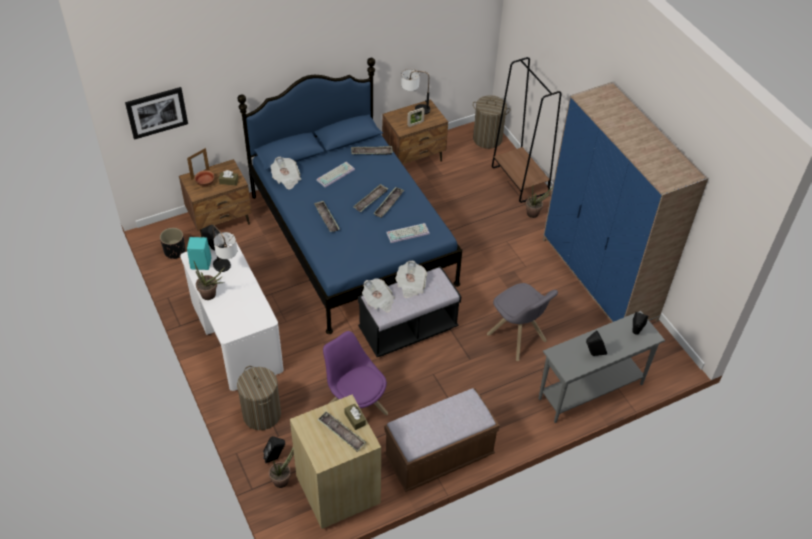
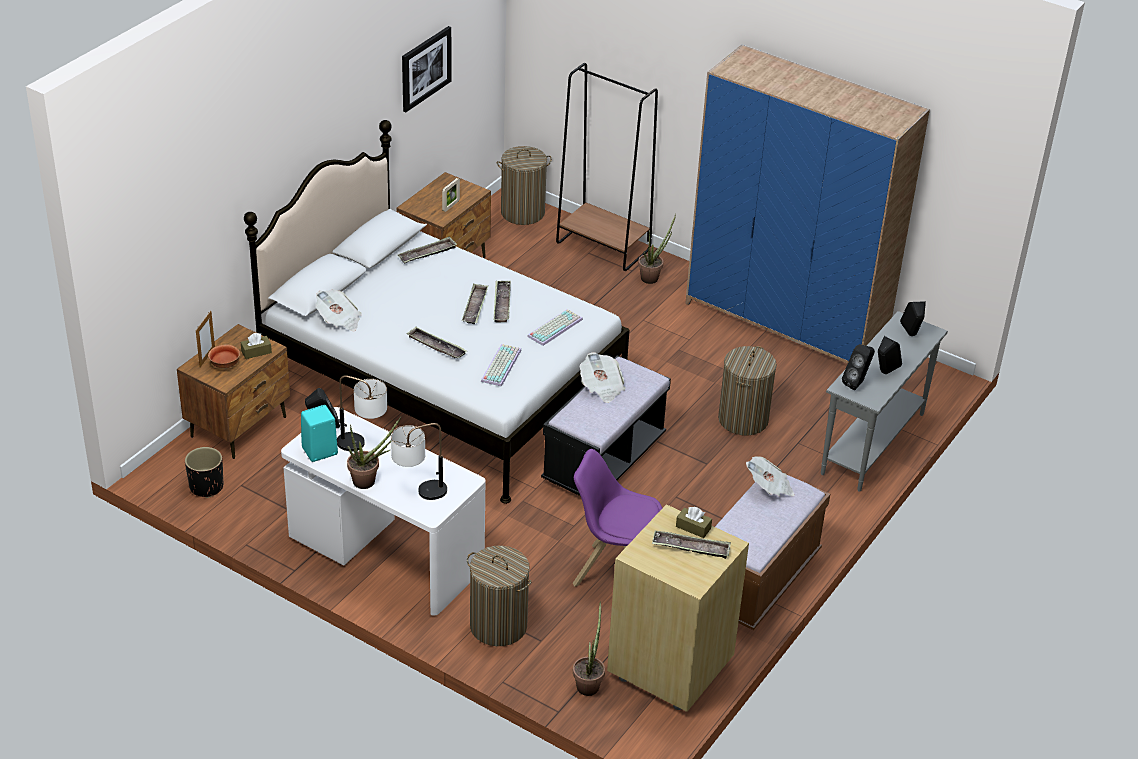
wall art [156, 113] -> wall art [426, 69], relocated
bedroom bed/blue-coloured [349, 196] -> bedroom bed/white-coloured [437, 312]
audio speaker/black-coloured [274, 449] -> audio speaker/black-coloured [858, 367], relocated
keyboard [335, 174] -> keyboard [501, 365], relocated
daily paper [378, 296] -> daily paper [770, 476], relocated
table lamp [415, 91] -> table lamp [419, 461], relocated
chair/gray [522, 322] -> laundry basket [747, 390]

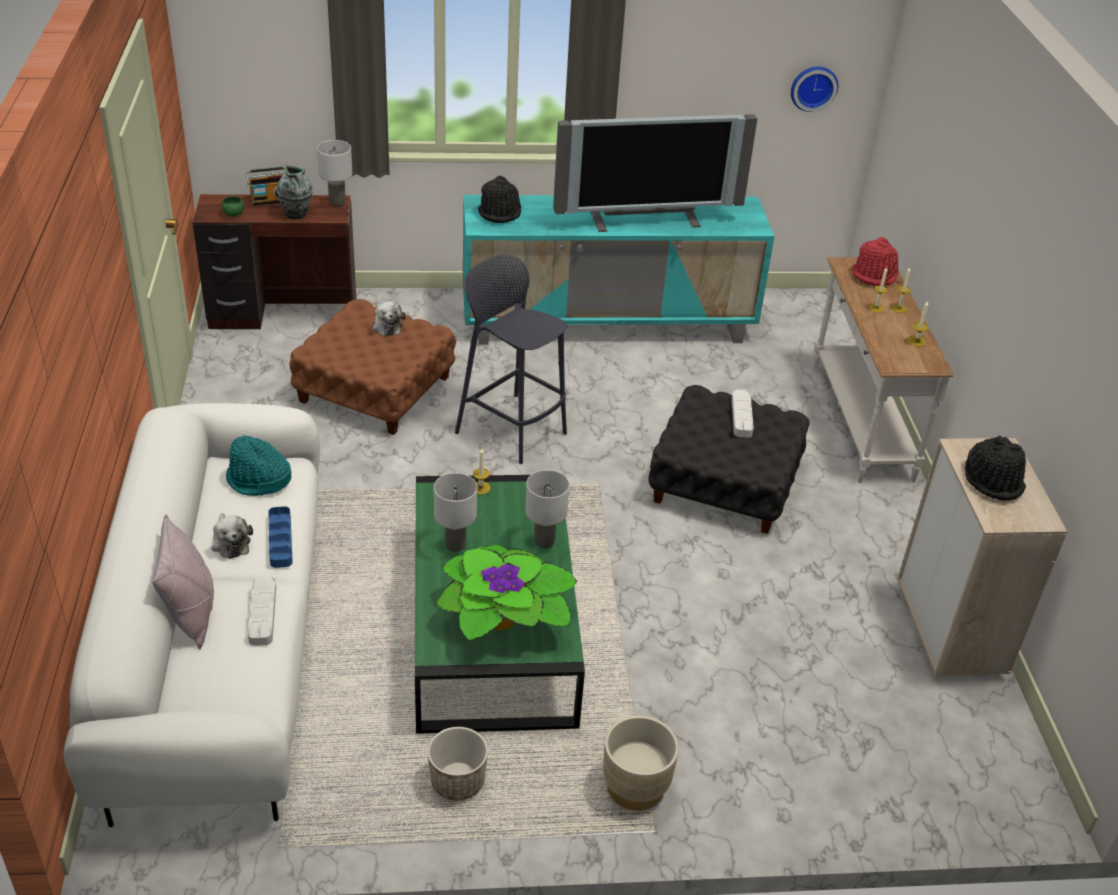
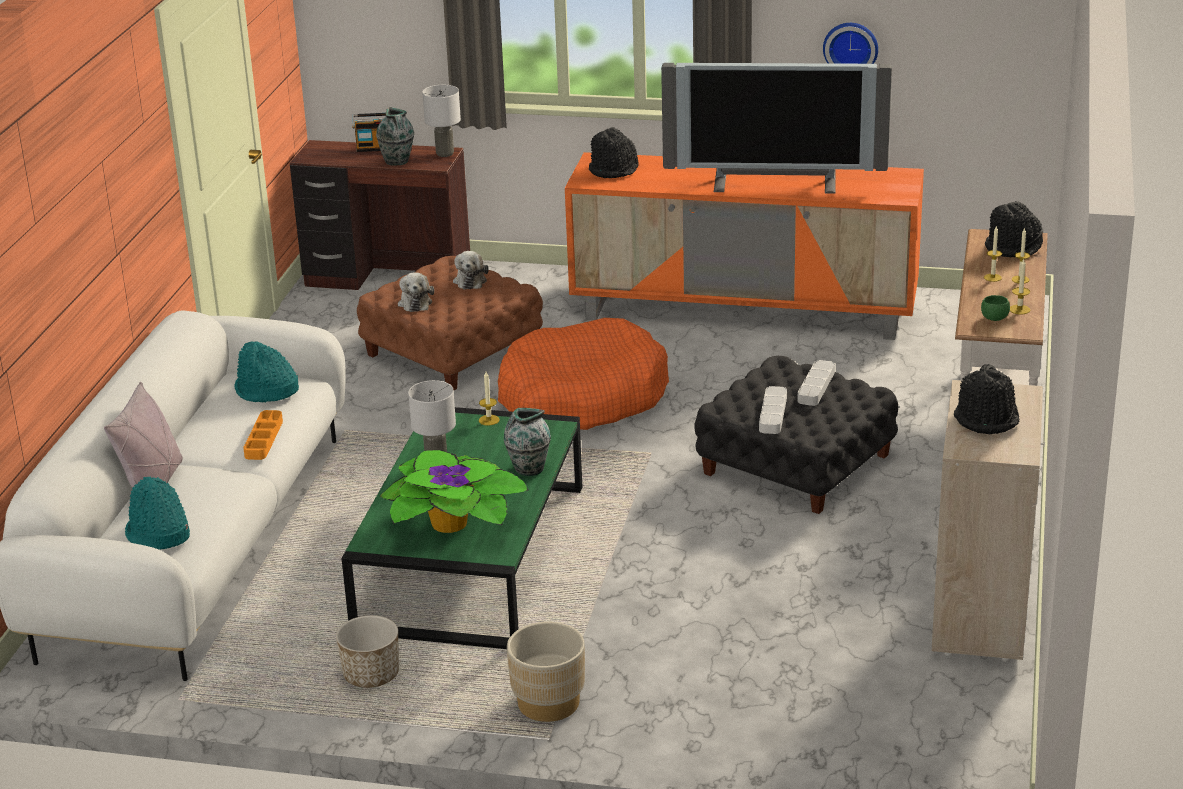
plush toy [232, 536] -> plush toy [416, 292], relocated
deep dish/green-coloured [233, 206] -> deep dish/green-coloured [995, 308], relocated
carrying tray/gray [262, 611] -> carrying tray/gray [773, 410], relocated
carrying tray/blue-coloured [280, 537] -> carrying tray/orangey [263, 435]
stool seat/gray [511, 359] -> dog cushion/orangey [583, 374]
media console/turquoise-coloured [619, 270] -> media console/orangey [744, 246]
table lamp/white-coloured [547, 509] -> flower vase [527, 442]
hanging clock [814, 89] -> hanging clock [850, 43], relocated
clothing hat/red [875, 261] -> clothing hat/black-coloured [1014, 229]
none -> clothing hat/turquoise-coloured [157, 513]

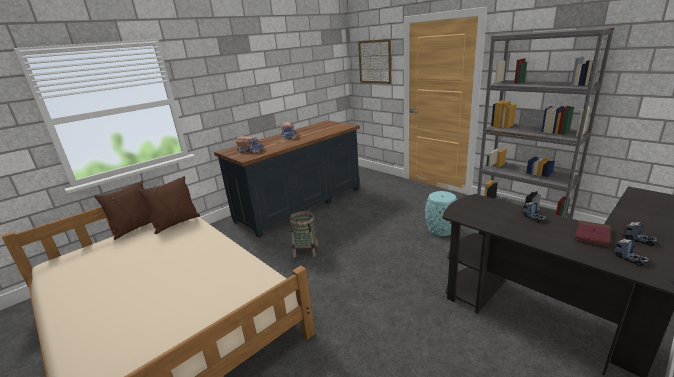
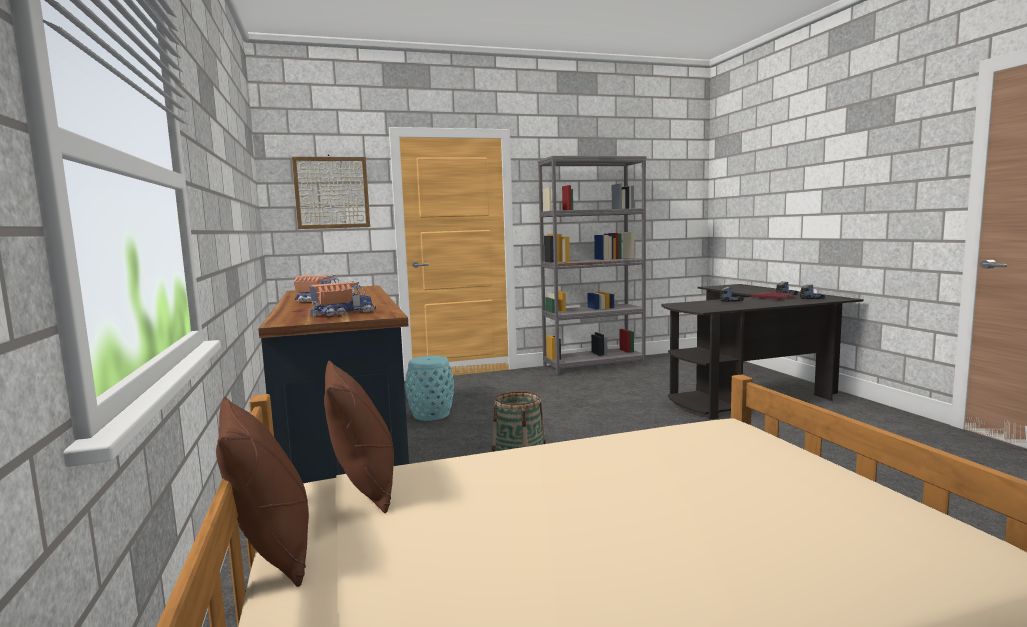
stool seat/turquoise-coloured [441, 213] -> stool seat/turquoise-coloured [429, 388], relocated

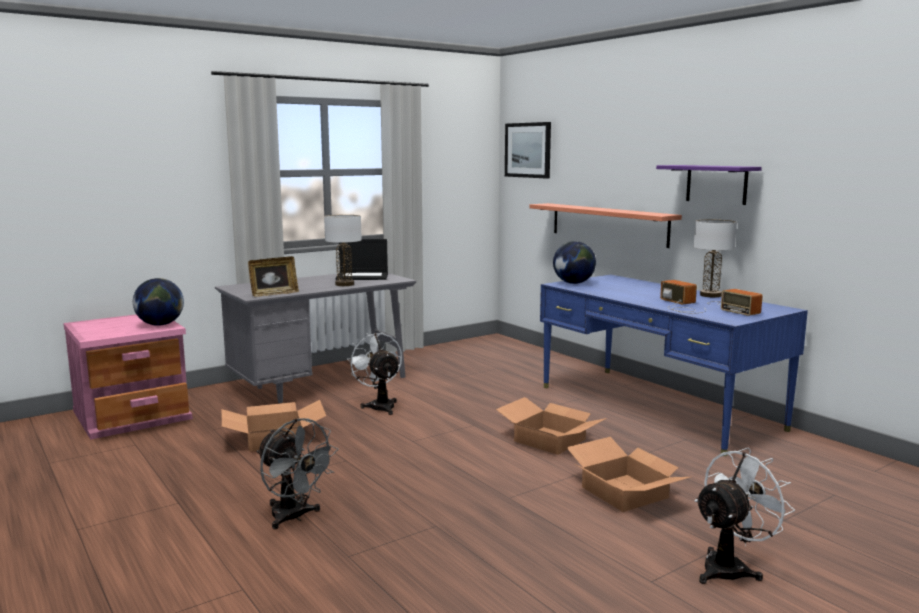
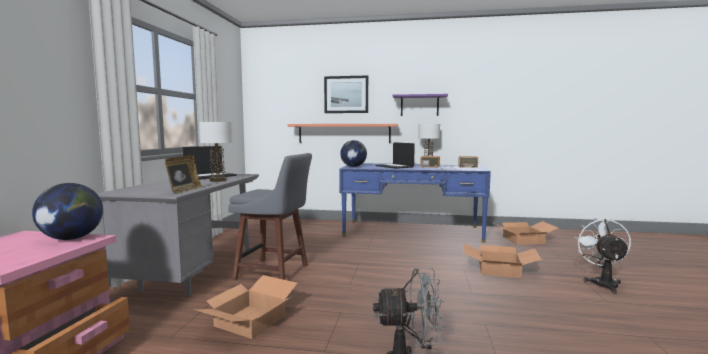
electric fan/white-coloured [374, 373] -> stool seat/gray [270, 216]
carton [551, 426] -> carton [526, 233], relocated
wall art [528, 150] -> wall art [346, 94], relocated
none -> laptop [395, 155]

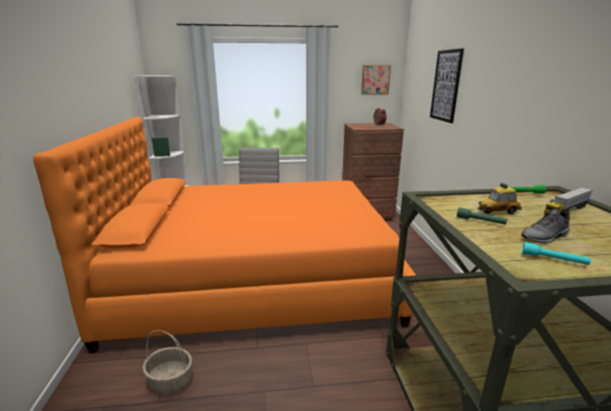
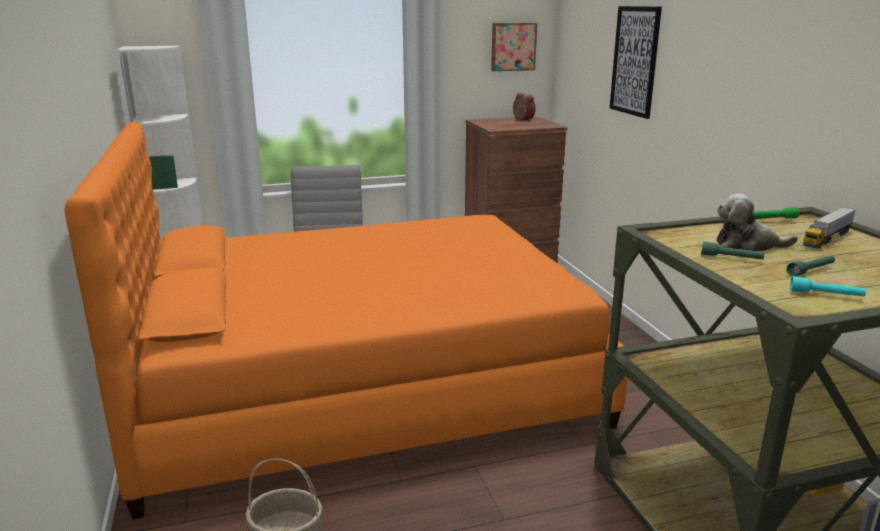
miniature car [500, 198] -> plush toy [757, 222]
item of footwear/gray [545, 226] -> torch/green-coloured [811, 266]

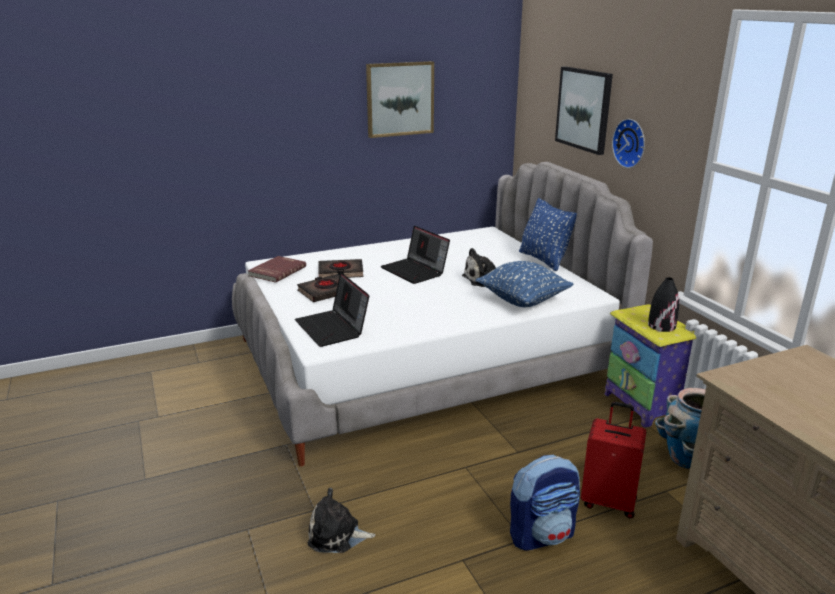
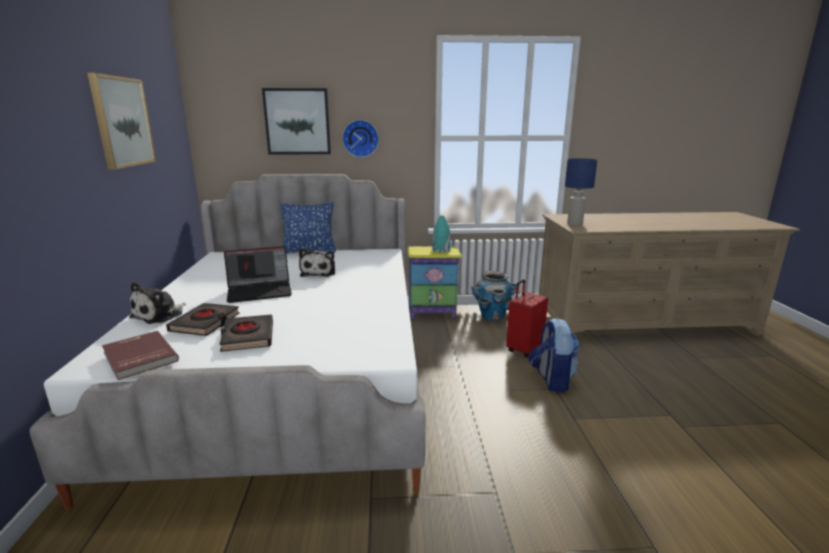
laptop [332, 309] -> none
plush toy [342, 520] -> plush toy [157, 303], relocated
pillow/blue-coloured [524, 284] -> none
flower vase/black-coloured [663, 304] -> flower vase/turquoise-coloured [441, 234]
none -> table lamp/blue-coloured [581, 192]

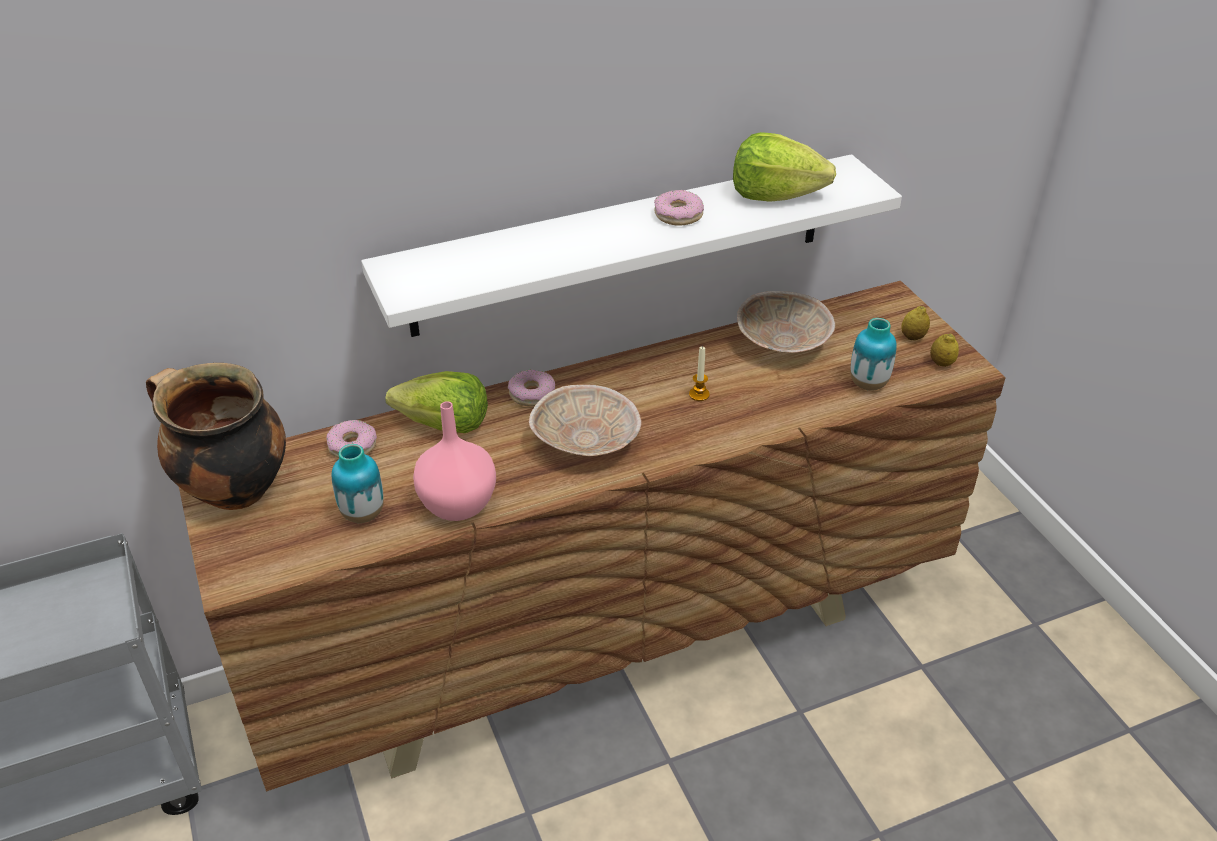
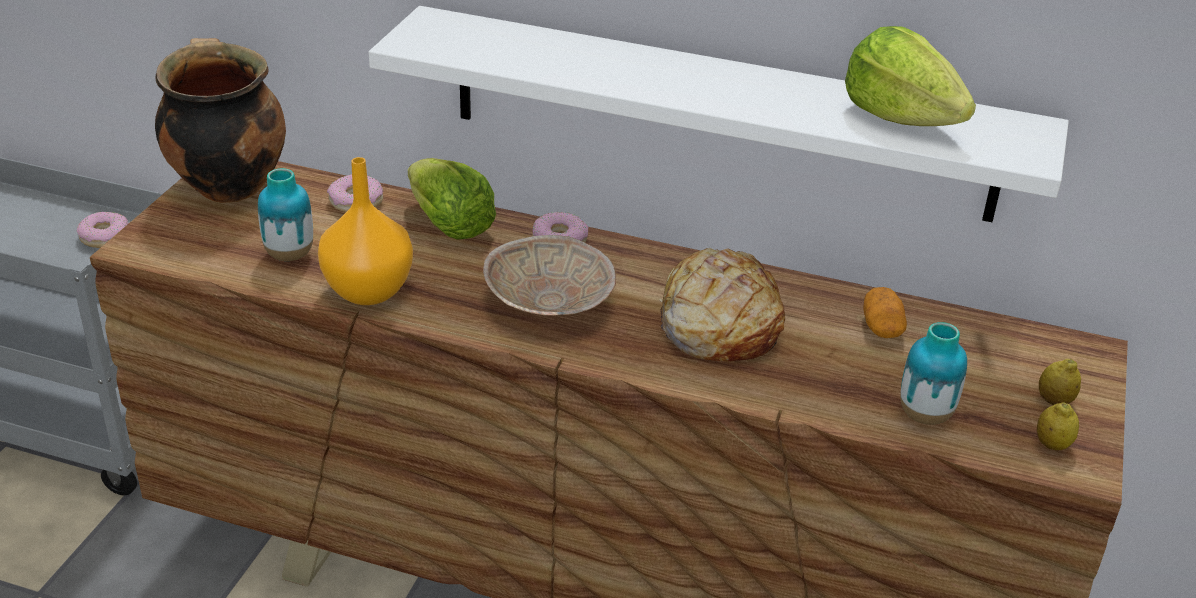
flower vase/pink [454, 461] -> flower vase/orangey [365, 231]
donut [679, 208] -> donut [103, 230], relocated
wax light [699, 373] -> bakery bread [722, 305]
deep dish/beige [786, 322] -> spud [885, 312]

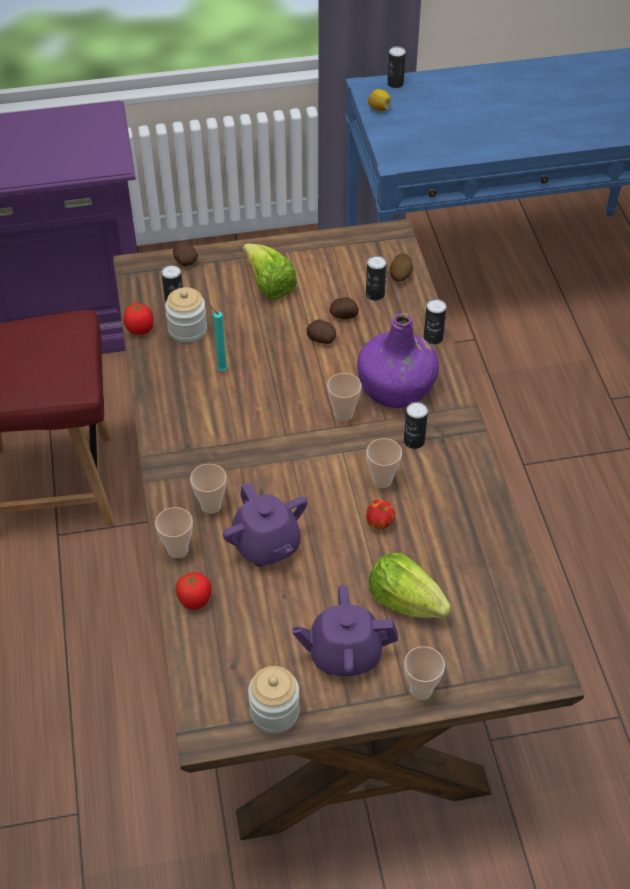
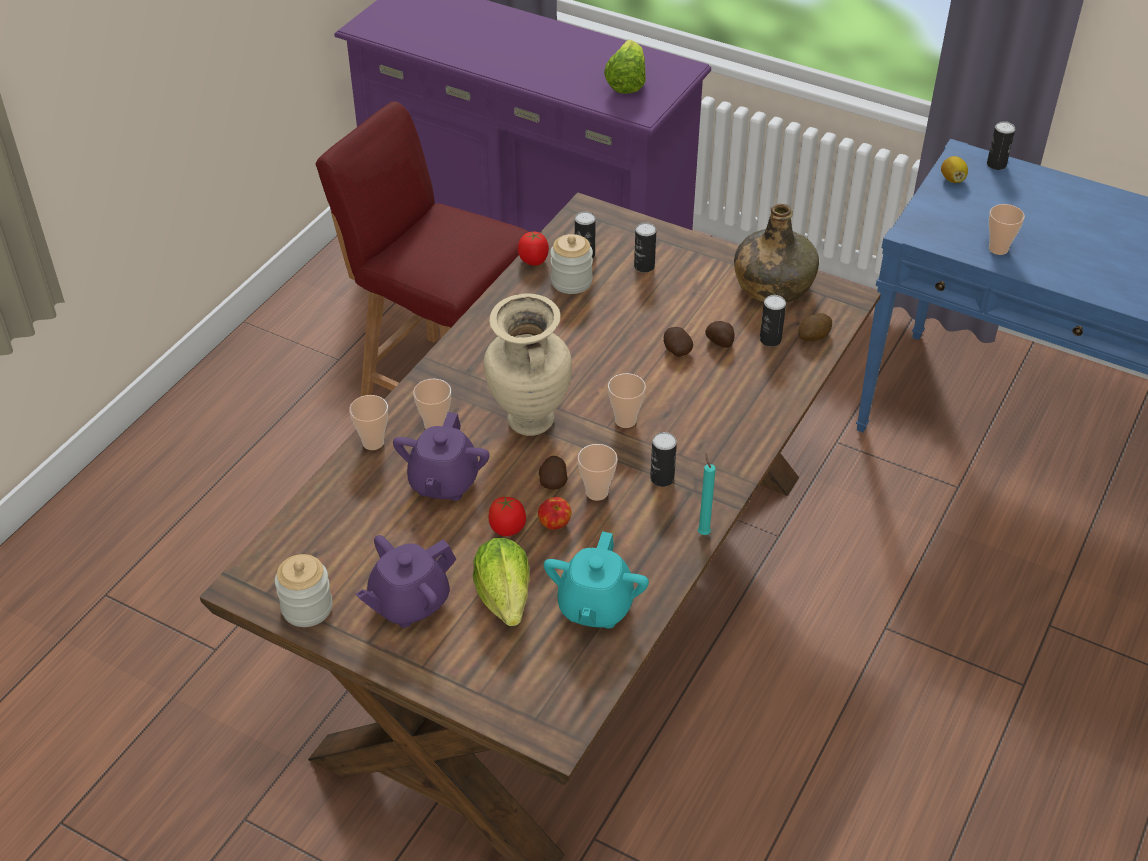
spud [185, 253] -> spud [553, 473], relocated
whole tomato [194, 591] -> whole tomato [507, 516], relocated
wax light/turquoise-coloured [218, 338] -> wax light/turquoise-coloured [707, 493], relocated
lettuce [270, 271] -> lettuce [625, 67], relocated
pot for tea/purple [345, 630] -> pot for tea/purple [406, 581], 75 degrees counterclockwise
beverage bottle/purple [398, 360] -> none
cup [424, 673] -> cup [1007, 229], relocated
metal can [435, 321] -> metal can [645, 248], relocated
none -> flower vase/beige [528, 364]
none -> pot for tea/turquoise-coloured [596, 580]
none -> beverage bottle/green-coloured [776, 253]

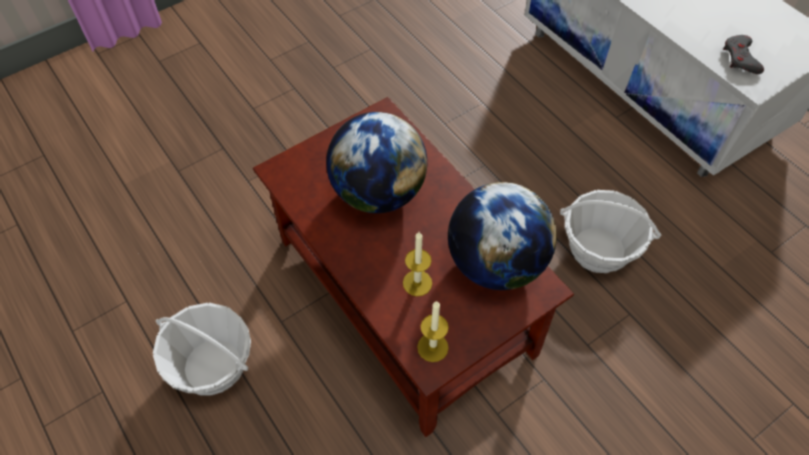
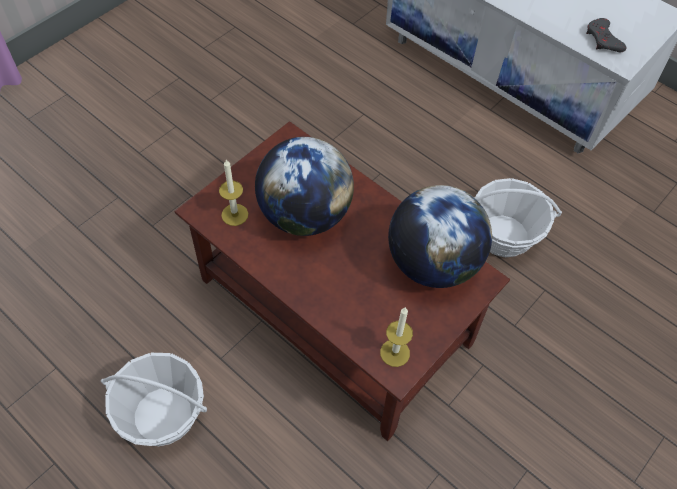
wax light [417, 264] -> wax light [233, 193], relocated

